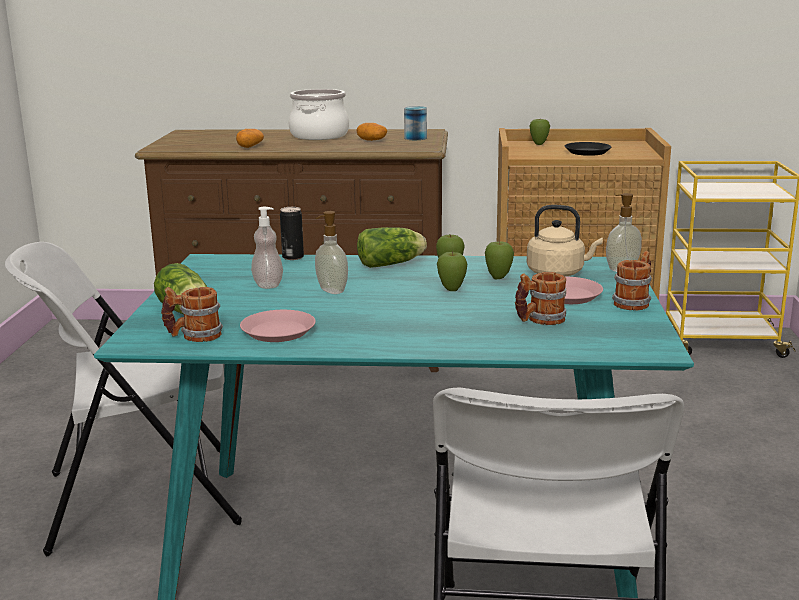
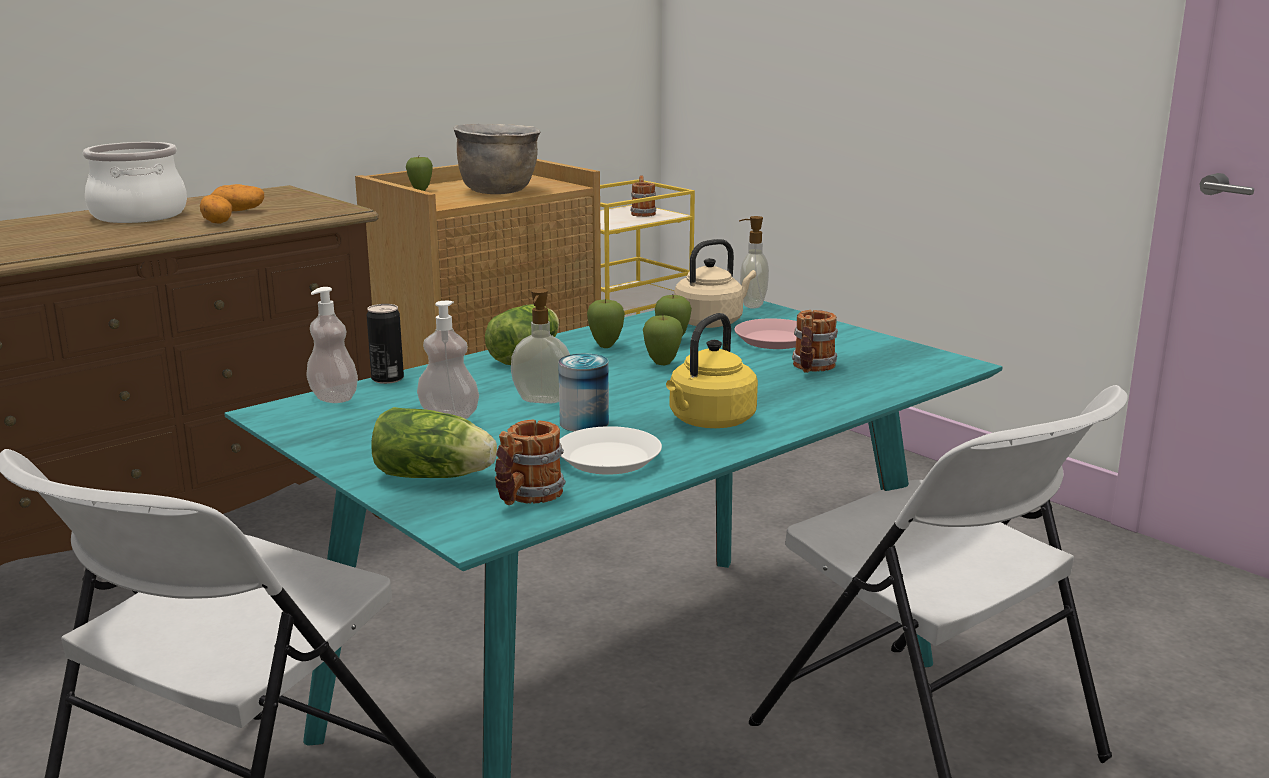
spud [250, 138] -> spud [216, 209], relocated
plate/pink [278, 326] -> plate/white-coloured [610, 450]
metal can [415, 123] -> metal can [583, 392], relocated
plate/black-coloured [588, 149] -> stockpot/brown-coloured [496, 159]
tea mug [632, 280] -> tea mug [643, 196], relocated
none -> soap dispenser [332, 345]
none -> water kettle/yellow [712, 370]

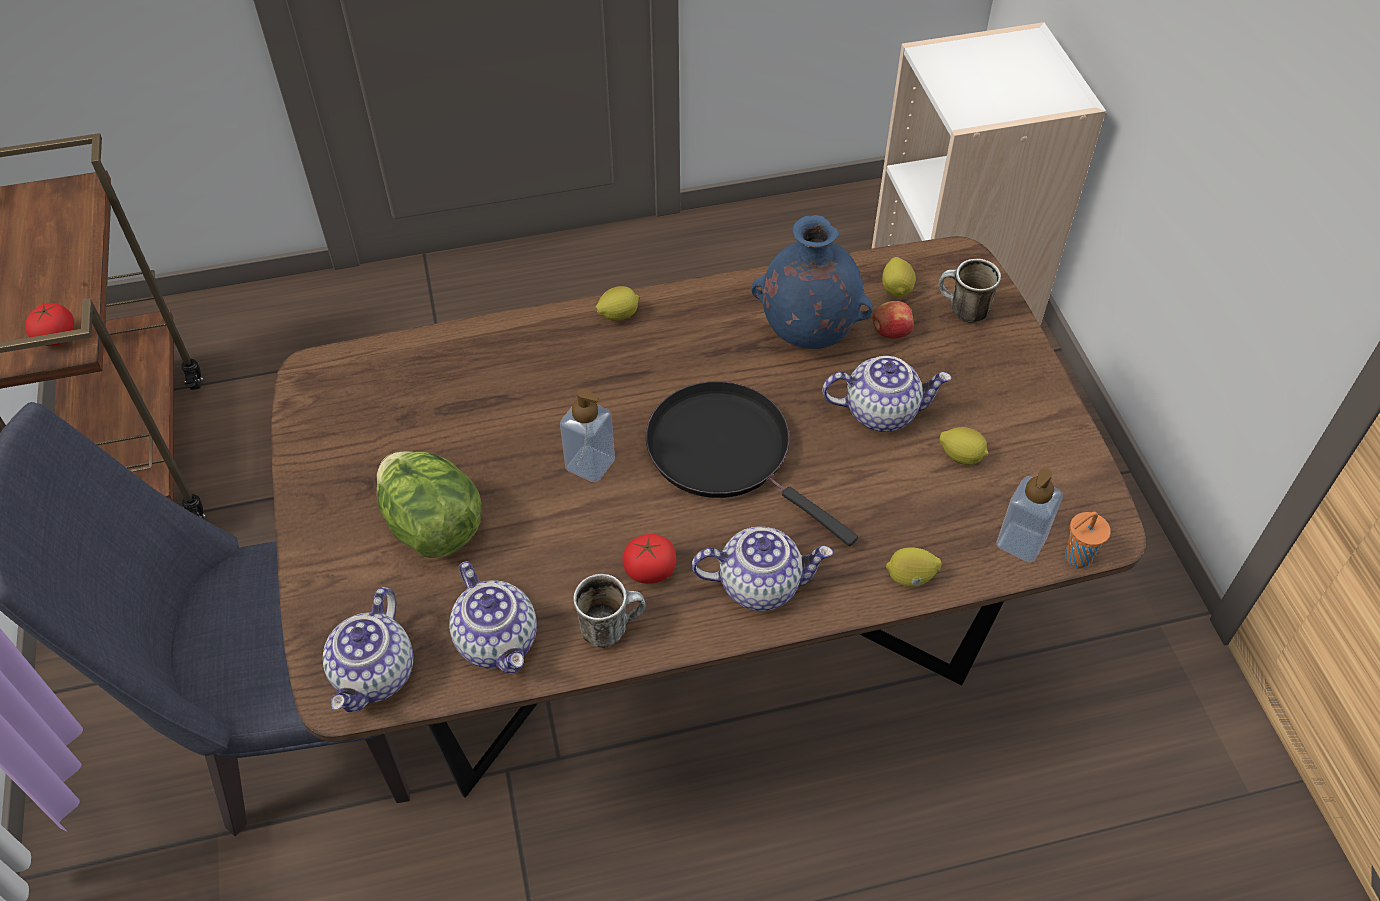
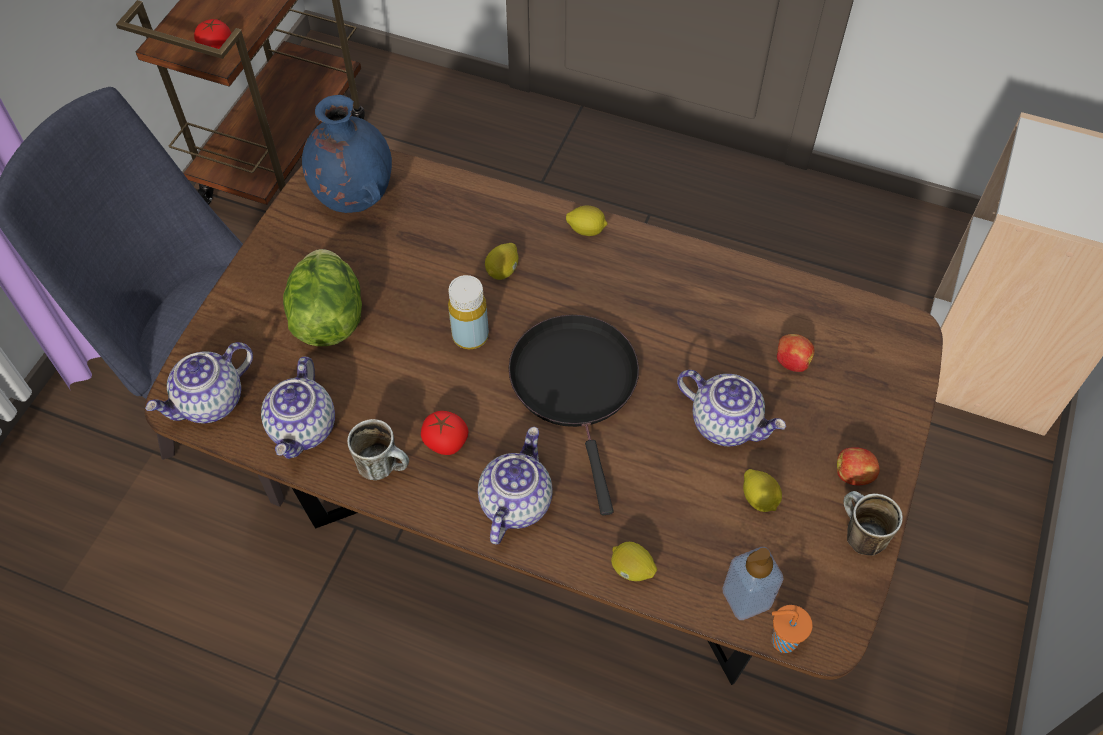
soap dispenser [587, 435] -> beverage bottle/yellow [468, 312]
pot for tea [762, 568] -> pot for tea [515, 485], 105 degrees counterclockwise
flower vase/blue-coloured [811, 282] -> flower vase/blue-coloured [347, 154], relocated
lemon [898, 277] -> lemon [501, 261], relocated
tea mug [969, 291] -> tea mug [873, 523], relocated
none -> apple [858, 466]

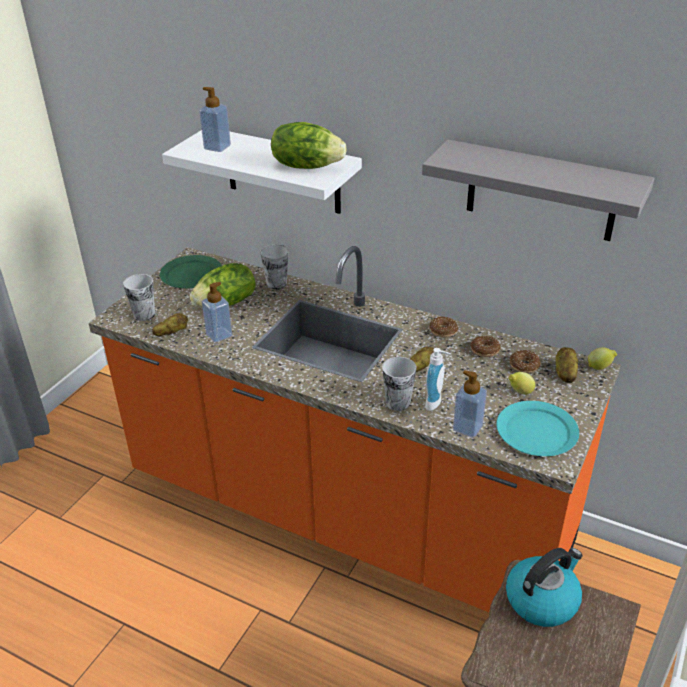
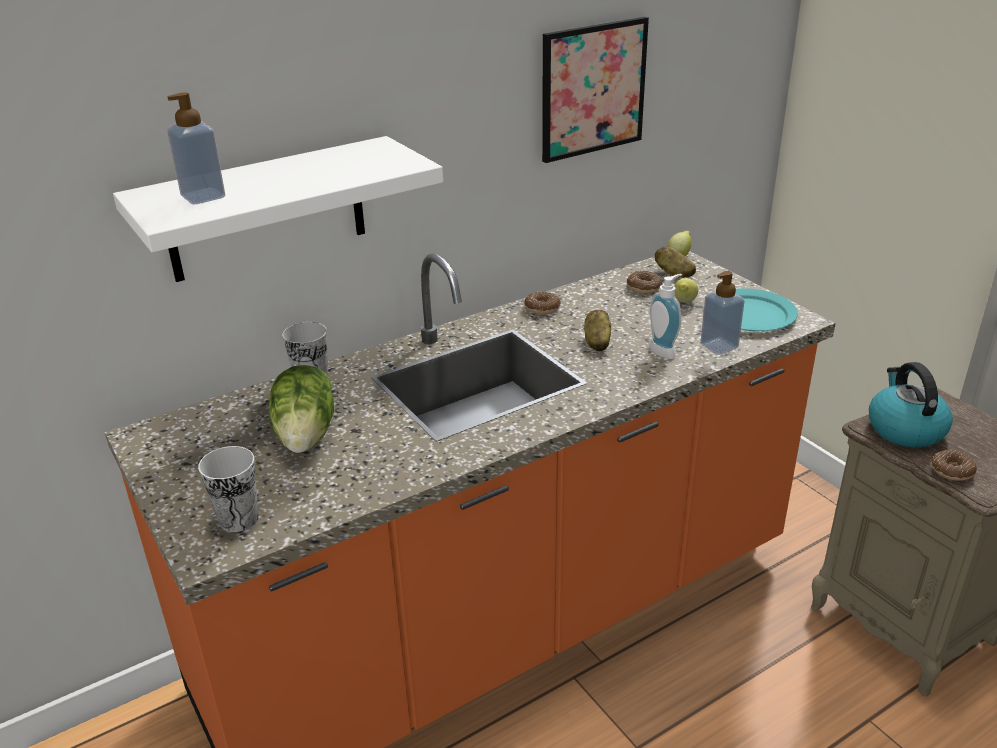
spud [170, 324] -> none
plate/green-coloured [191, 271] -> none
soap dispenser [217, 312] -> none
lettuce [309, 145] -> none
cup [399, 384] -> none
bracket shelf/gray [538, 190] -> wall art [595, 90]
donut [485, 346] -> donut [954, 465], relocated

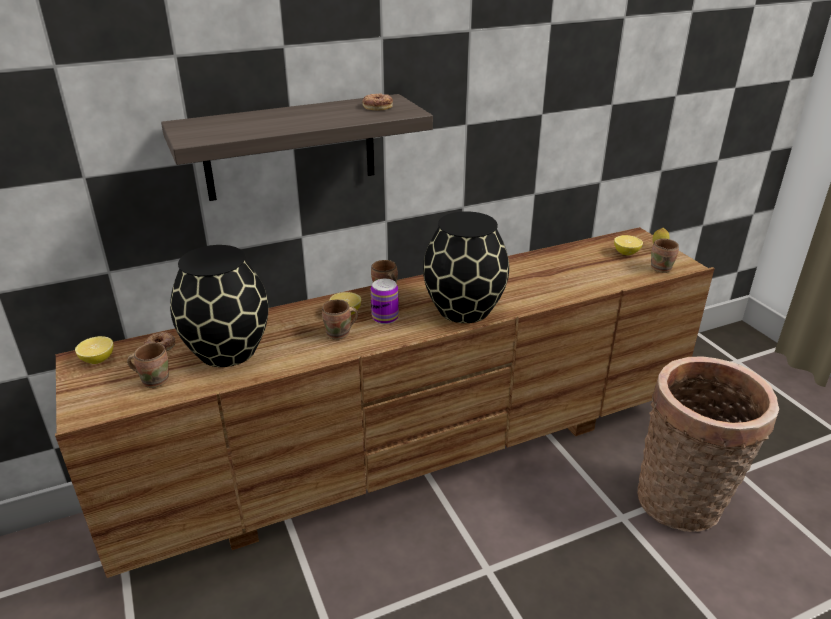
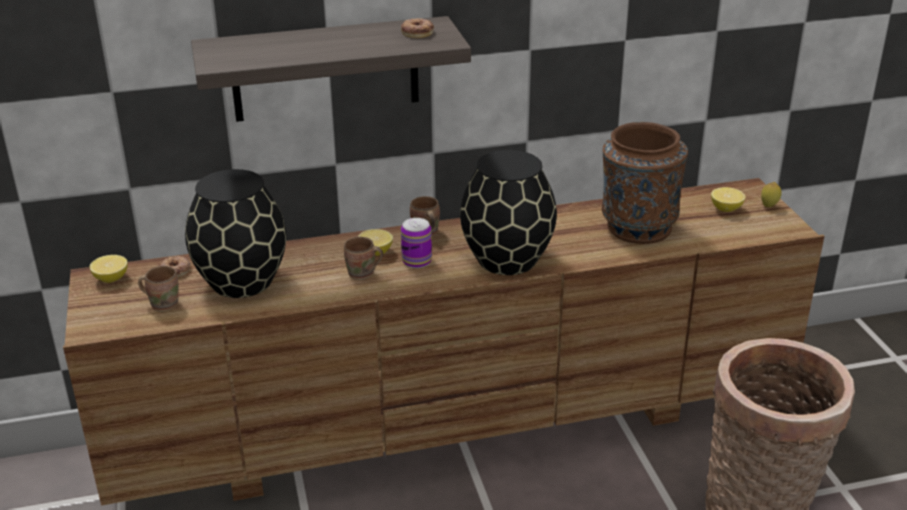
tea mug/brown-coloured [665, 256] -> none
none -> flower vase/brown-coloured [645, 183]

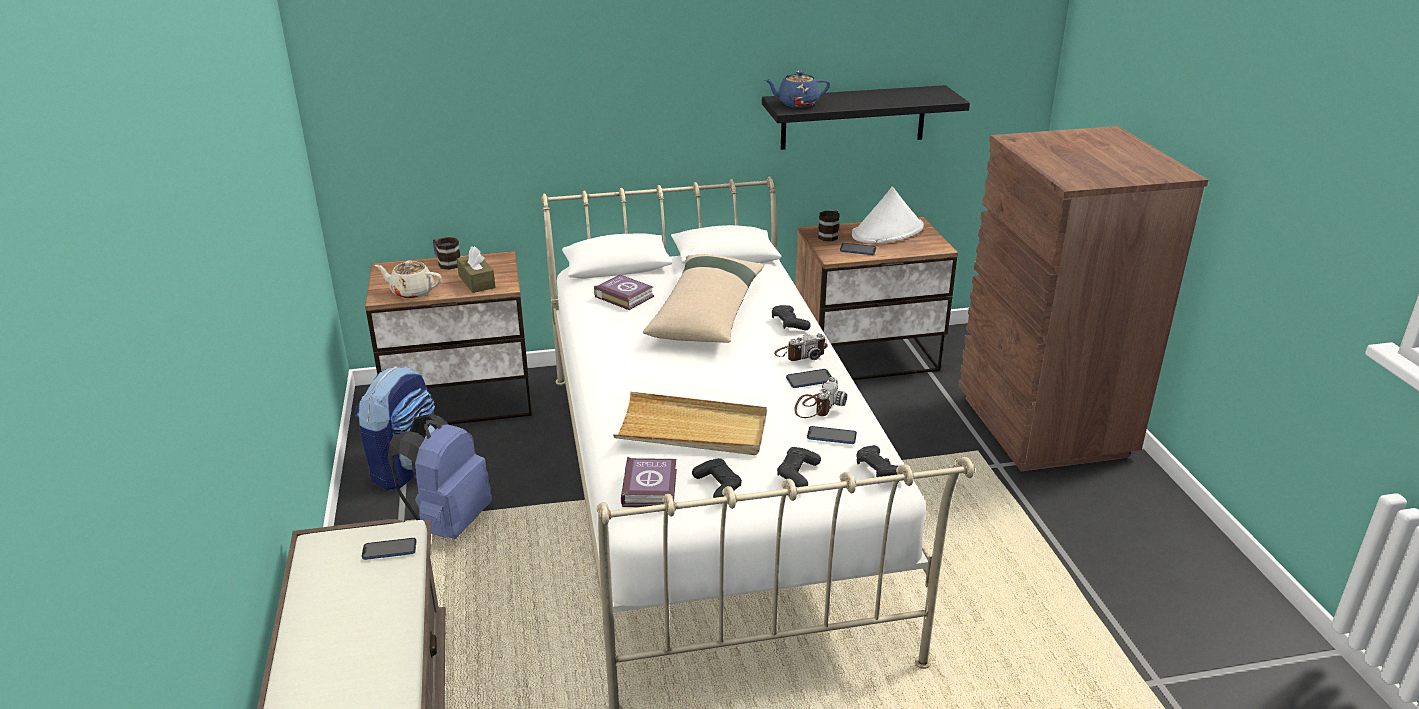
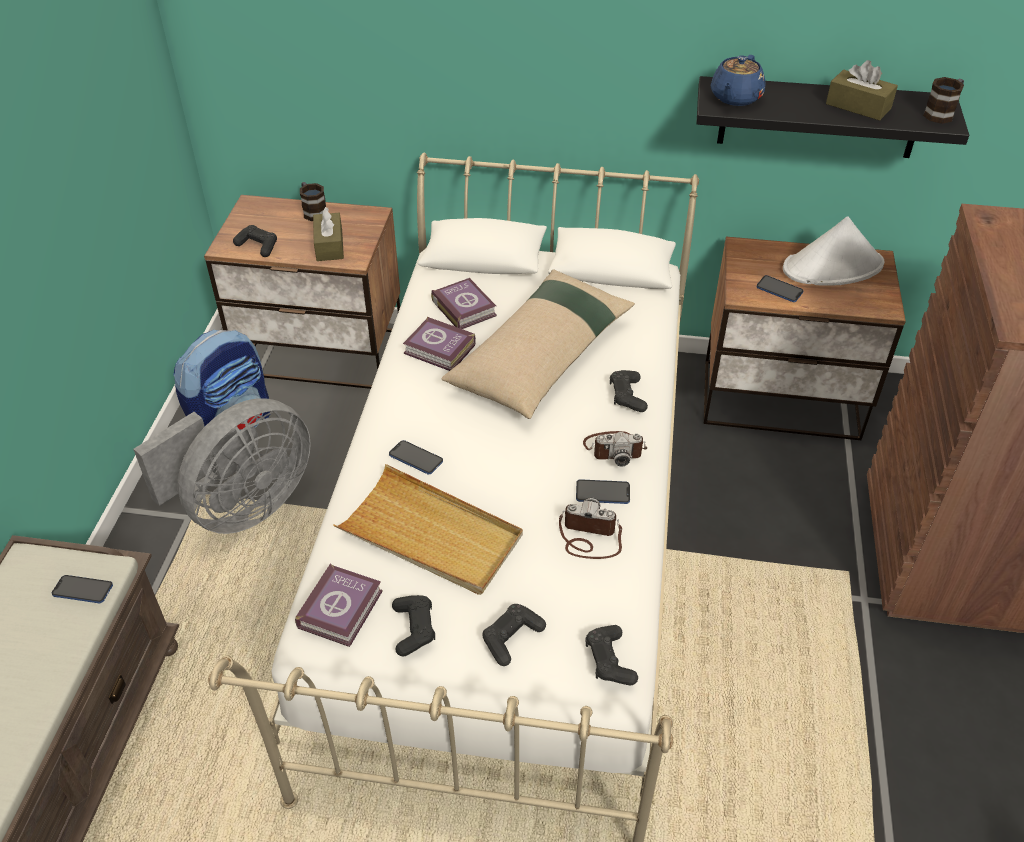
pot for tea/beige [408, 279] -> joypad/black-coloured [255, 241]
backpack/blue-coloured [440, 476] -> electric fan/gray [222, 466]
pot for tea/blue-coloured [797, 89] -> pot for tea/blue-coloured [738, 80], 75 degrees counterclockwise
photo camera [820, 397] -> photo camera [590, 528], 120 degrees counterclockwise
handset [832, 435] -> handset [416, 457], relocated
tea mug [828, 225] -> tea mug [943, 100], relocated
none -> bound book [439, 344]
none -> tissue box/brown-coloured [862, 90]

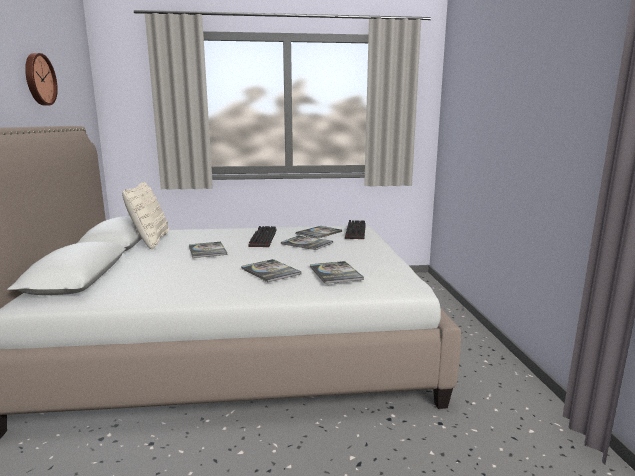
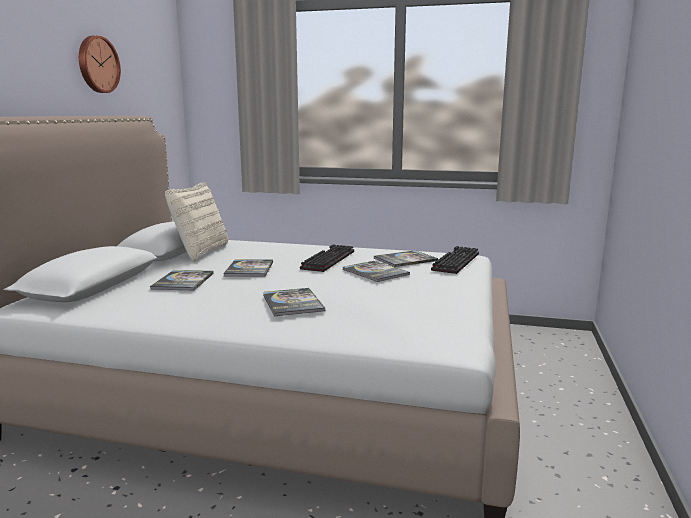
bound book [337, 272] -> bound book [182, 280], relocated

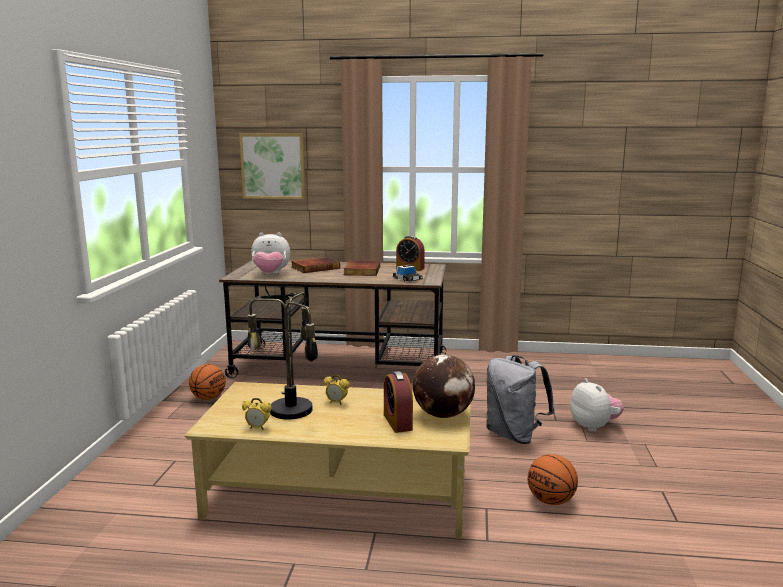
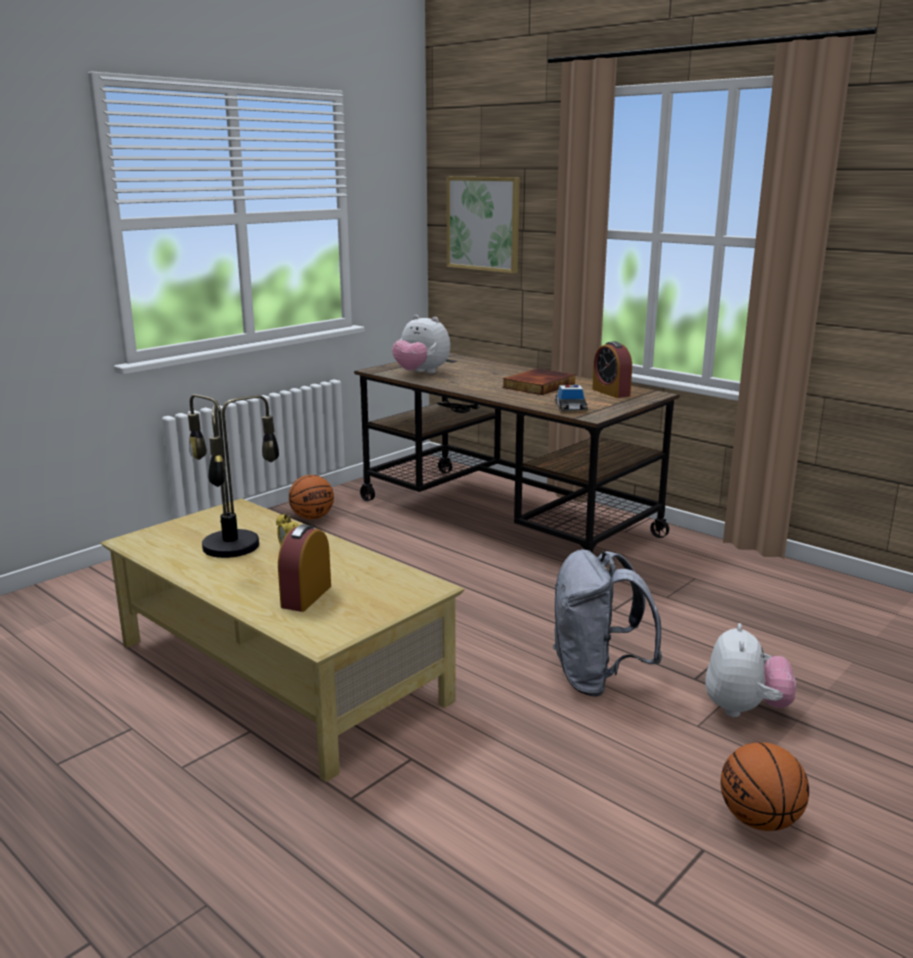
alarm clock [257, 414] -> none
bound book [315, 265] -> none
desk globe [444, 386] -> none
ball for basketball [552, 479] -> ball for basketball [765, 786], relocated

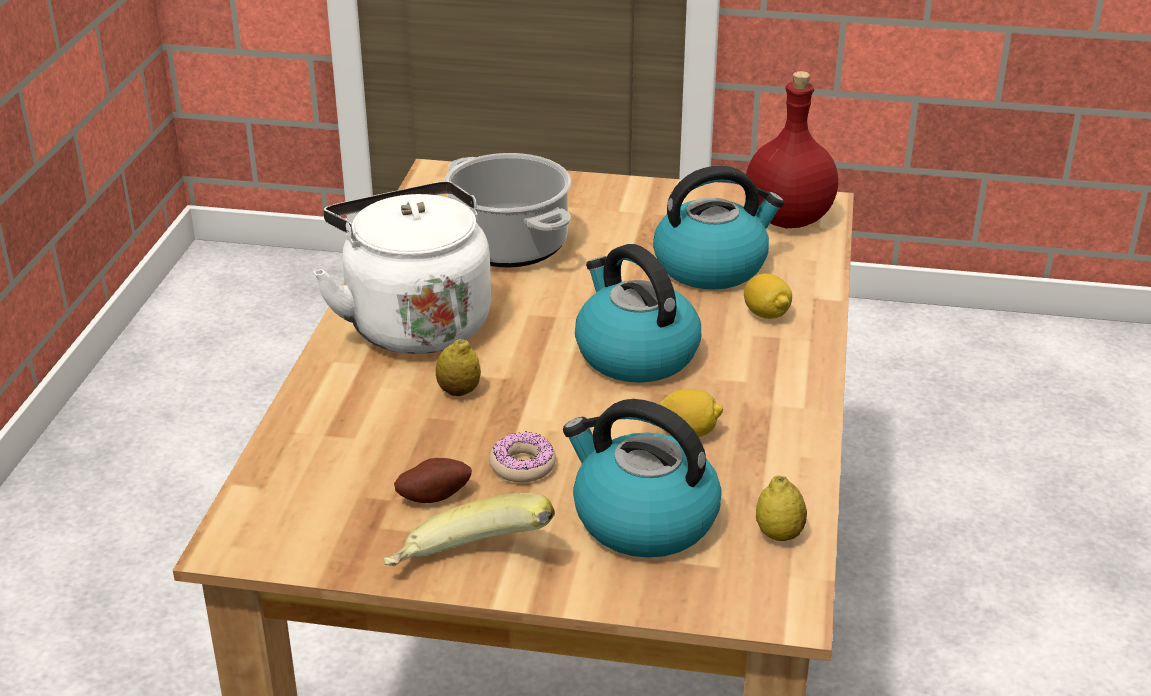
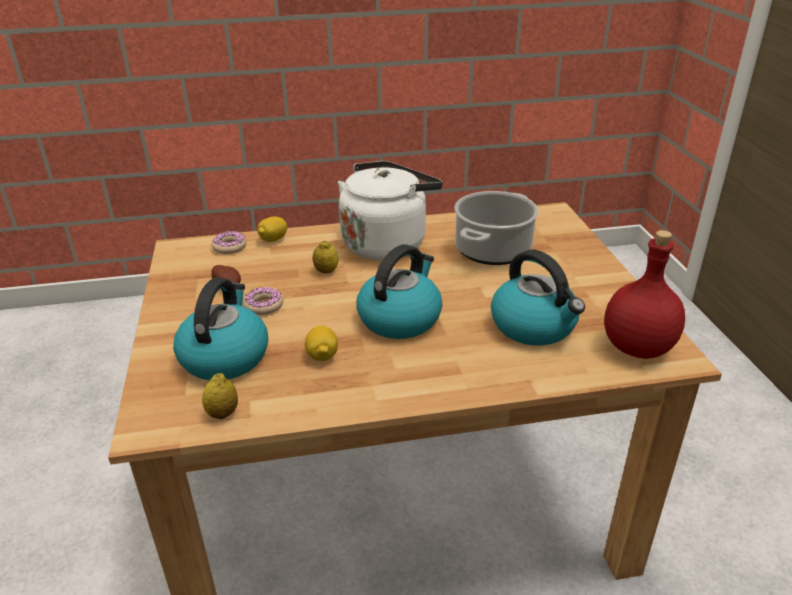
whole banana [469, 530] -> none
lemon [768, 296] -> lemon [272, 229], relocated
none -> donut [228, 242]

